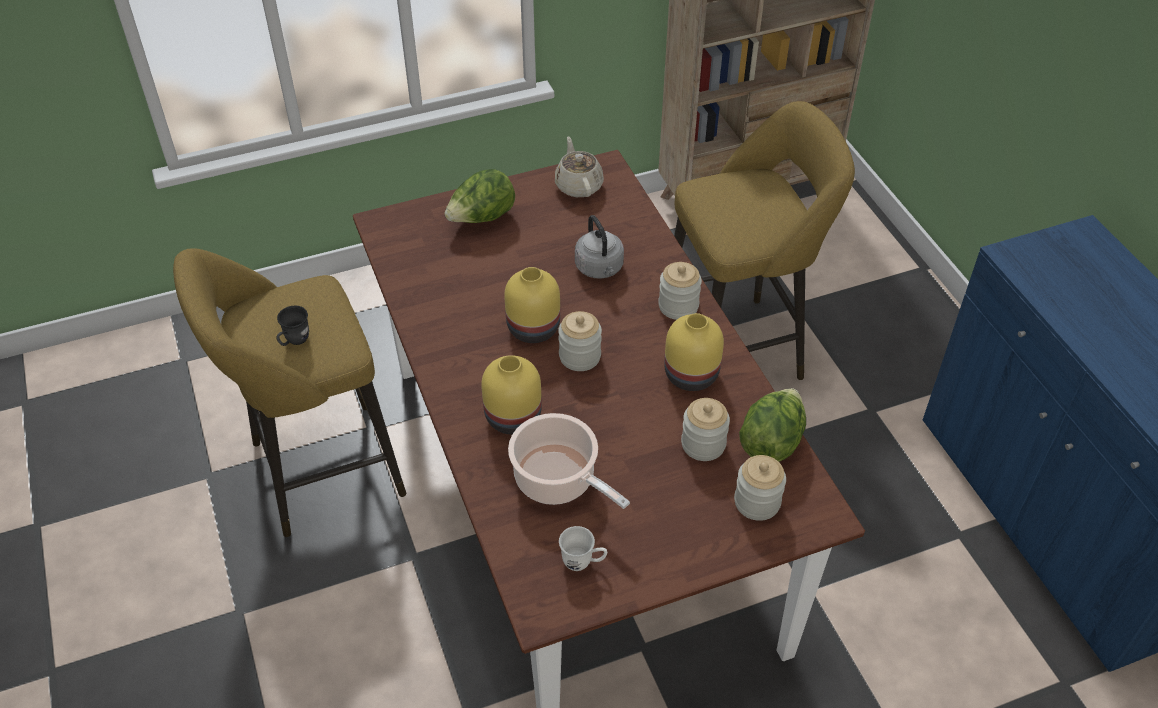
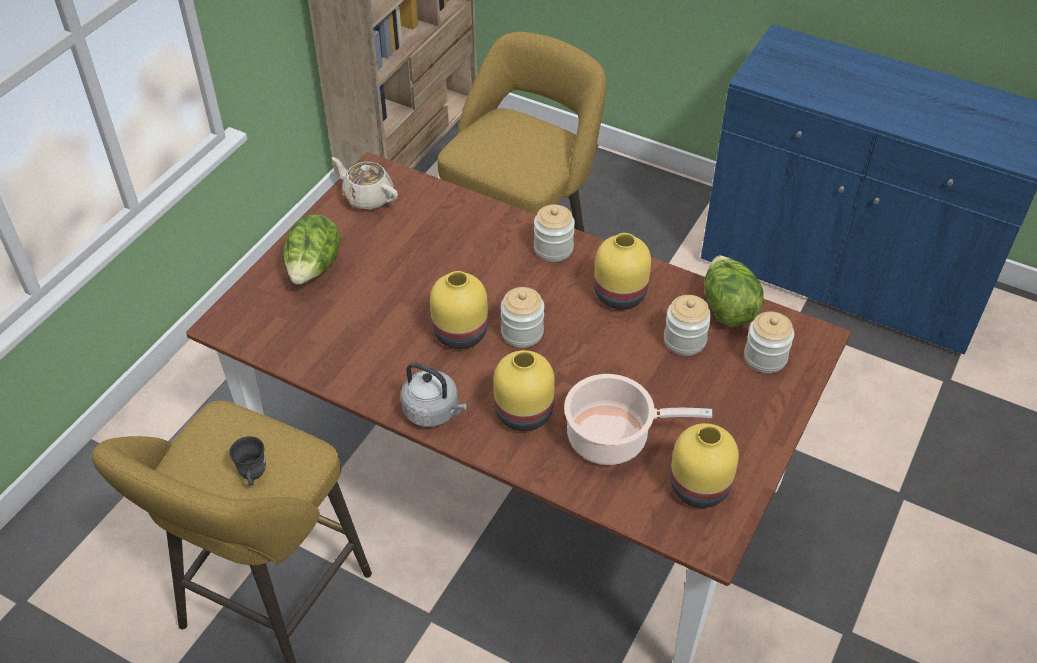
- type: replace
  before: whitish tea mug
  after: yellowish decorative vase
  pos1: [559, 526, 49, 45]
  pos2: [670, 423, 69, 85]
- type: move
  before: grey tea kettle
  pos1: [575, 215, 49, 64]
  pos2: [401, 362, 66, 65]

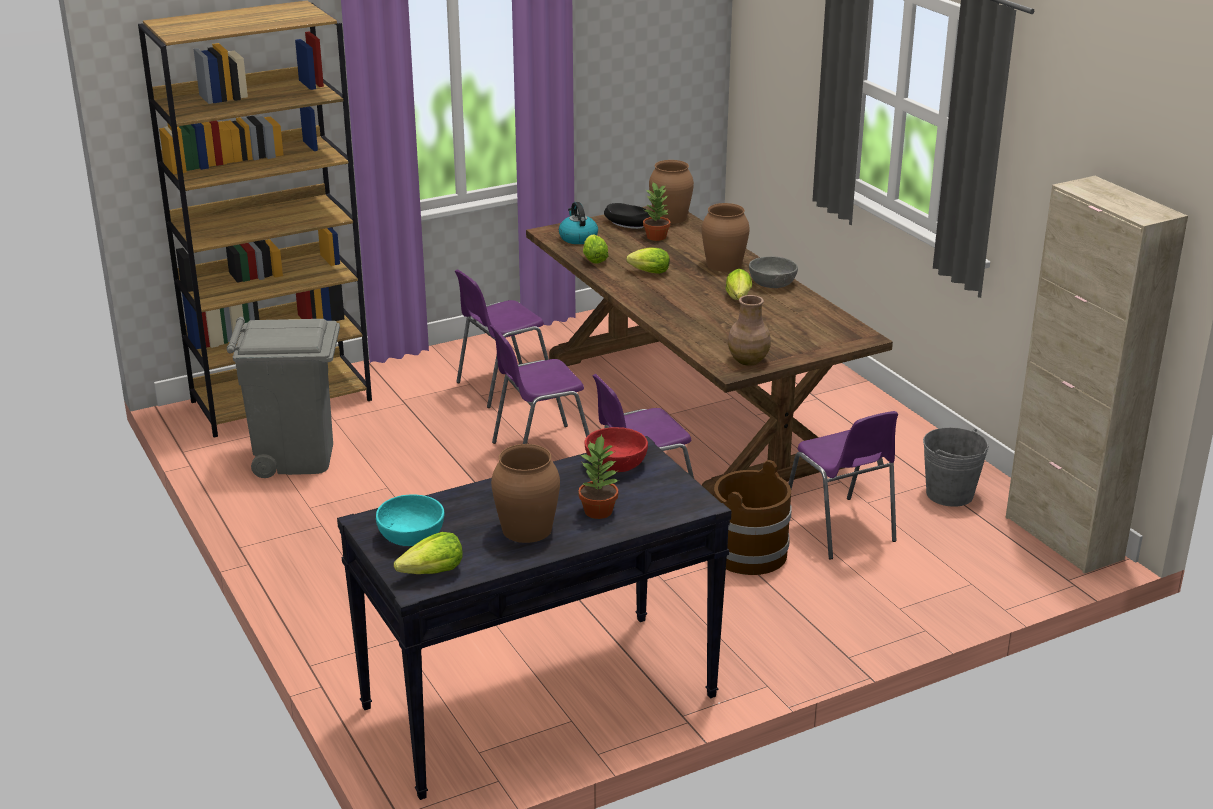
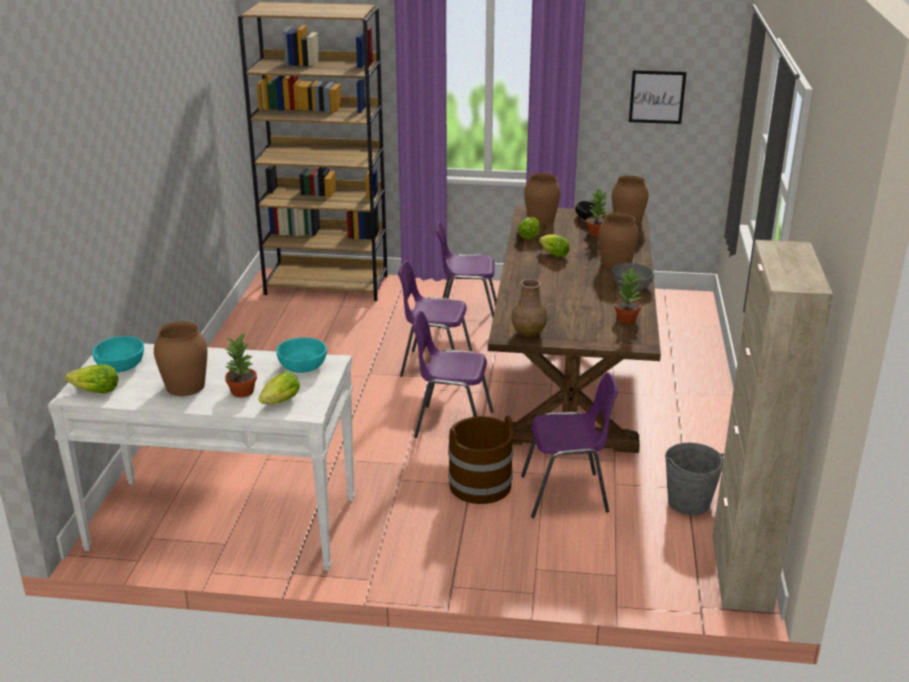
- type: delete
  before: grey waste bin
  pos1: [227, 317, 113, 161]
- type: recolor
  before: black console table
  after: whitish console table
  pos1: [337, 436, 394, 364]
  pos2: [48, 343, 307, 228]
- type: replace
  before: tea kettle
  after: brown decorative vase
  pos1: [559, 202, 39, 42]
  pos2: [524, 173, 37, 52]
- type: recolor
  before: red serving bowl
  after: turquoise-coloured serving bowl
  pos1: [585, 427, 63, 45]
  pos2: [276, 337, 51, 36]
- type: move
  before: head of lettuce
  pos1: [726, 269, 26, 31]
  pos2: [259, 372, 41, 32]
- type: rotate
  before: purple chair
  pos1: [788, 411, 110, 148]
  pos2: [521, 372, 97, 146]
  turn: -105
- type: insert
  after: plant in a pot
  pos2: [614, 267, 29, 56]
- type: insert
  after: wall art
  pos2: [629, 70, 58, 54]

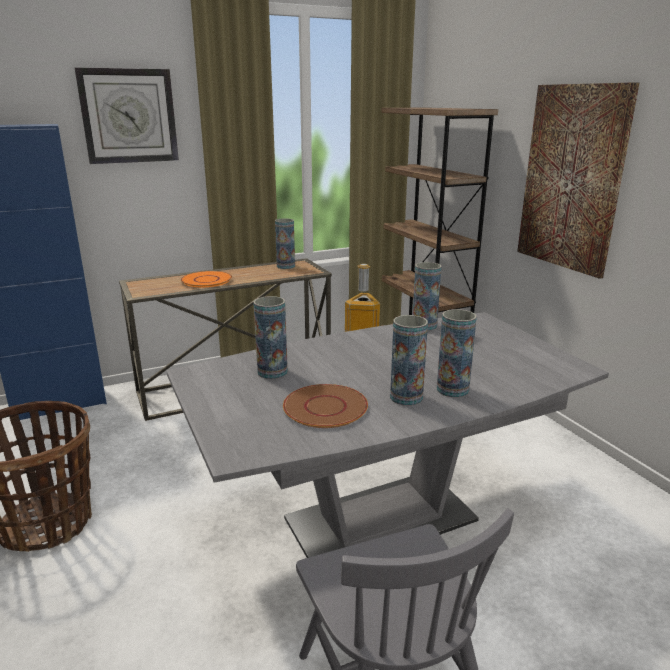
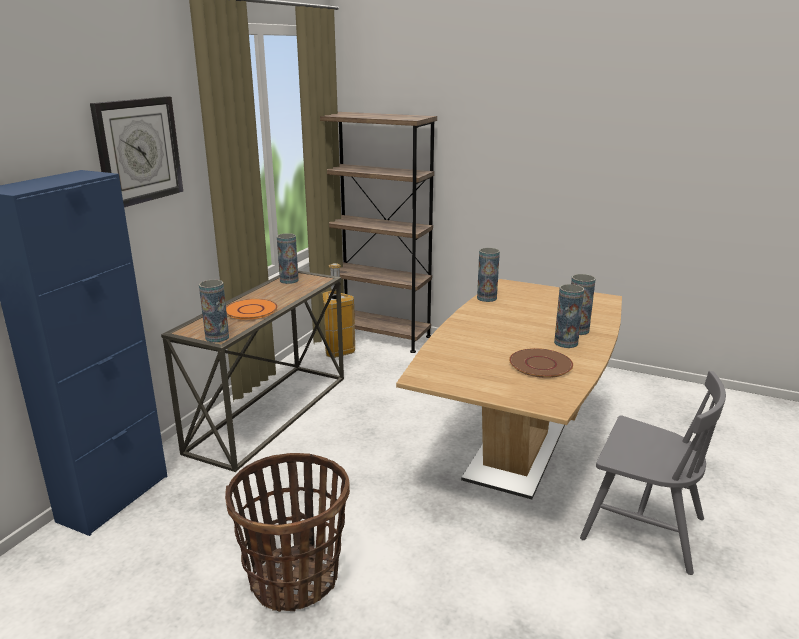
- type: recolor
  before: grey kitchen table
  after: brown kitchen table
  pos1: [166, 312, 443, 246]
  pos2: [396, 279, 226, 220]
- type: move
  before: decorative vase
  pos1: [253, 296, 35, 83]
  pos2: [199, 280, 30, 63]
- type: delete
  before: wall art
  pos1: [517, 82, 123, 197]

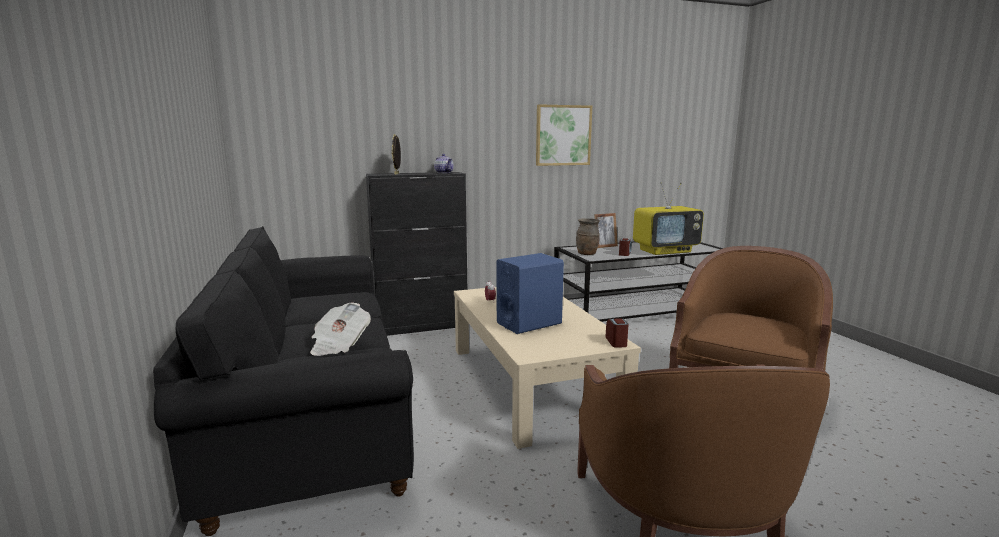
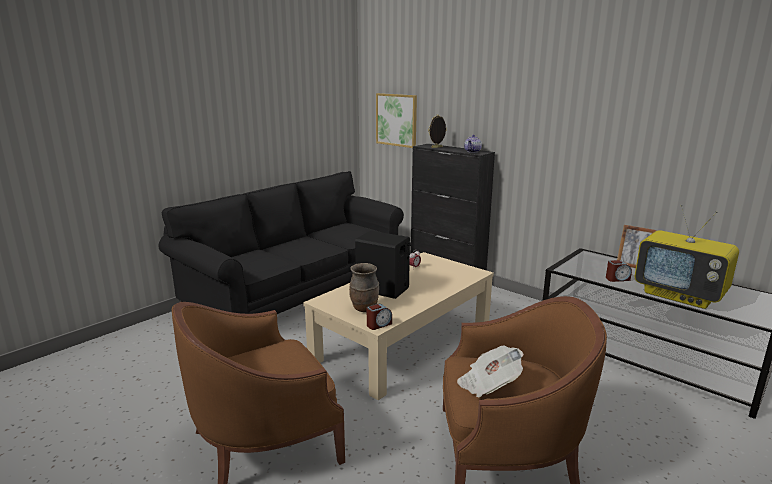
- type: move
  before: daily paper
  pos1: [310, 303, 61, 53]
  pos2: [457, 345, 67, 52]
- type: recolor
  before: blue-coloured speaker
  after: black speaker
  pos1: [496, 253, 68, 81]
  pos2: [355, 231, 56, 68]
- type: move
  before: wall art
  pos1: [536, 104, 56, 62]
  pos2: [376, 93, 41, 55]
- type: move
  before: brown decorative vase
  pos1: [576, 218, 24, 37]
  pos2: [349, 263, 30, 49]

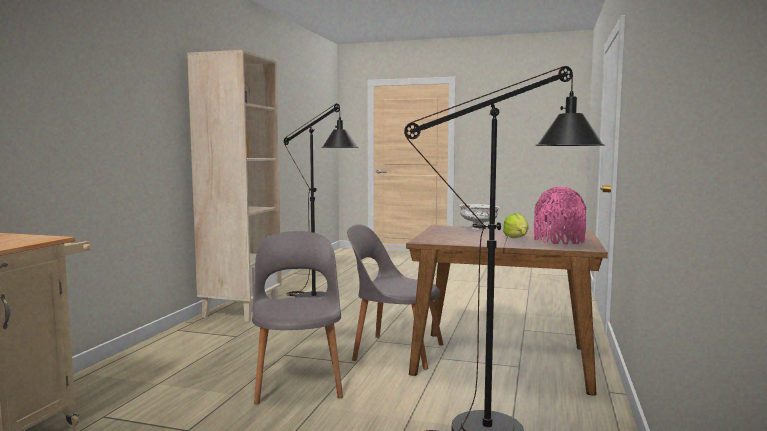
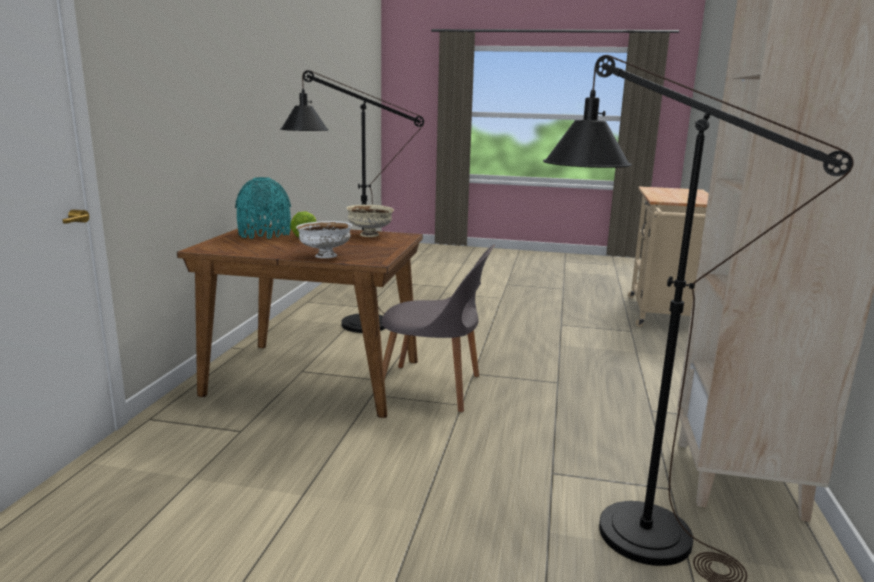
- type: delete
  before: grey chair
  pos1: [252, 231, 91, 174]
- type: recolor
  before: pink decorative vase
  after: turquoise-coloured decorative vase
  pos1: [534, 187, 52, 58]
  pos2: [235, 177, 56, 62]
- type: insert
  after: sand-coloured serving bowl
  pos2: [347, 205, 47, 32]

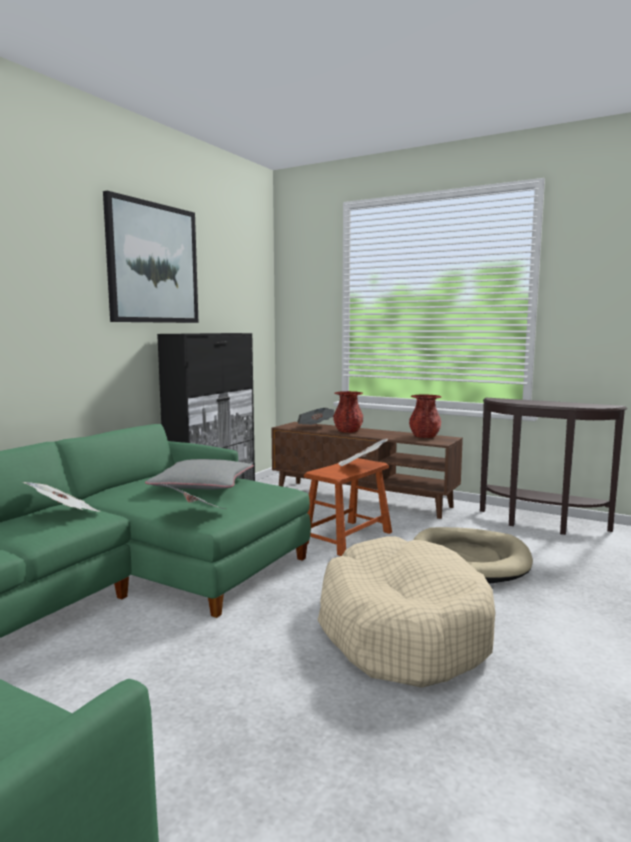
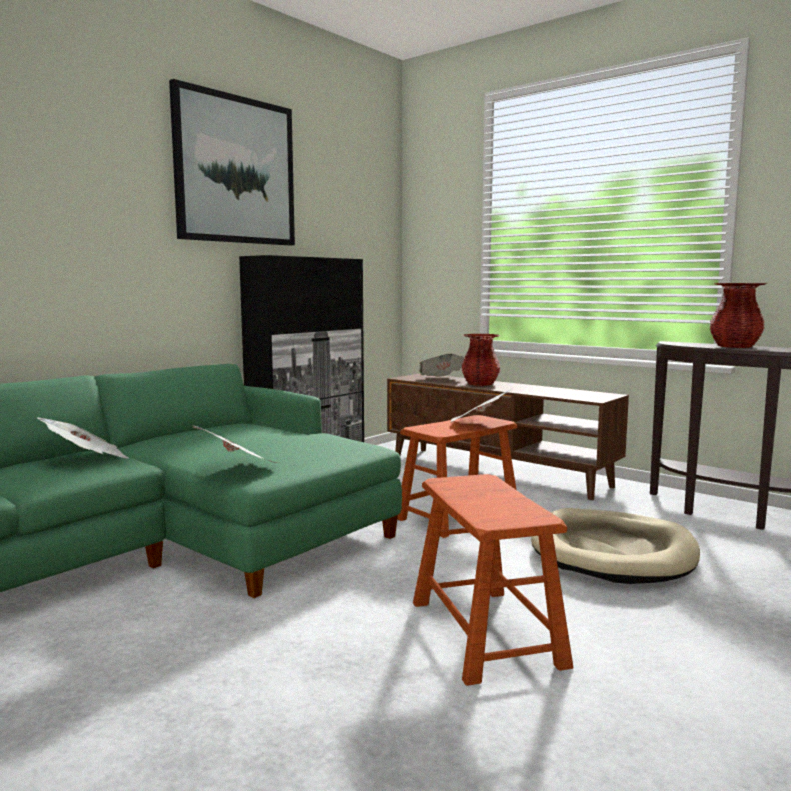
- type: delete
  before: grey throw pillow
  pos1: [145, 459, 109, 31]
- type: replace
  before: sand-coloured dog cushion
  after: brown sitting stool
  pos1: [318, 536, 177, 152]
  pos2: [413, 474, 161, 212]
- type: move
  before: red decorative vase
  pos1: [409, 395, 32, 43]
  pos2: [710, 283, 57, 65]

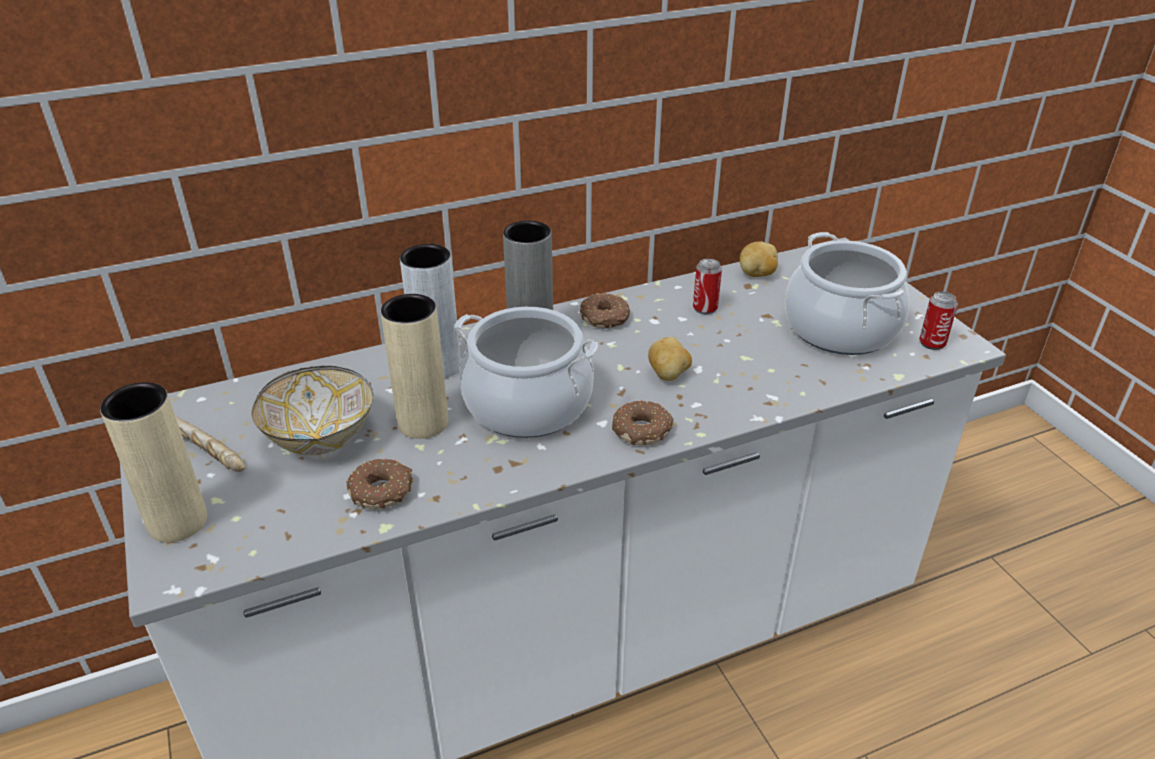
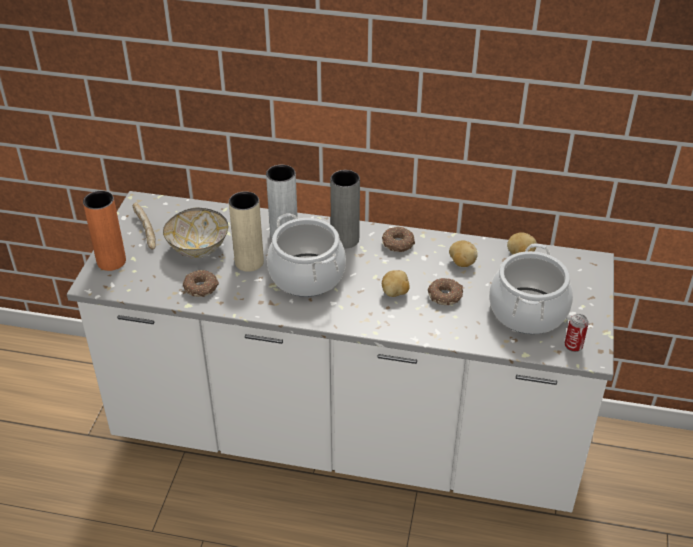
- type: recolor
  before: sand-coloured decorative vase
  after: orangey decorative vase
  pos1: [100, 382, 108, 161]
  pos2: [83, 191, 43, 80]
- type: move
  before: ring doughnut
  pos1: [612, 400, 61, 45]
  pos2: [428, 278, 35, 27]
- type: replace
  before: metal can
  after: potato
  pos1: [693, 259, 29, 55]
  pos2: [449, 240, 29, 27]

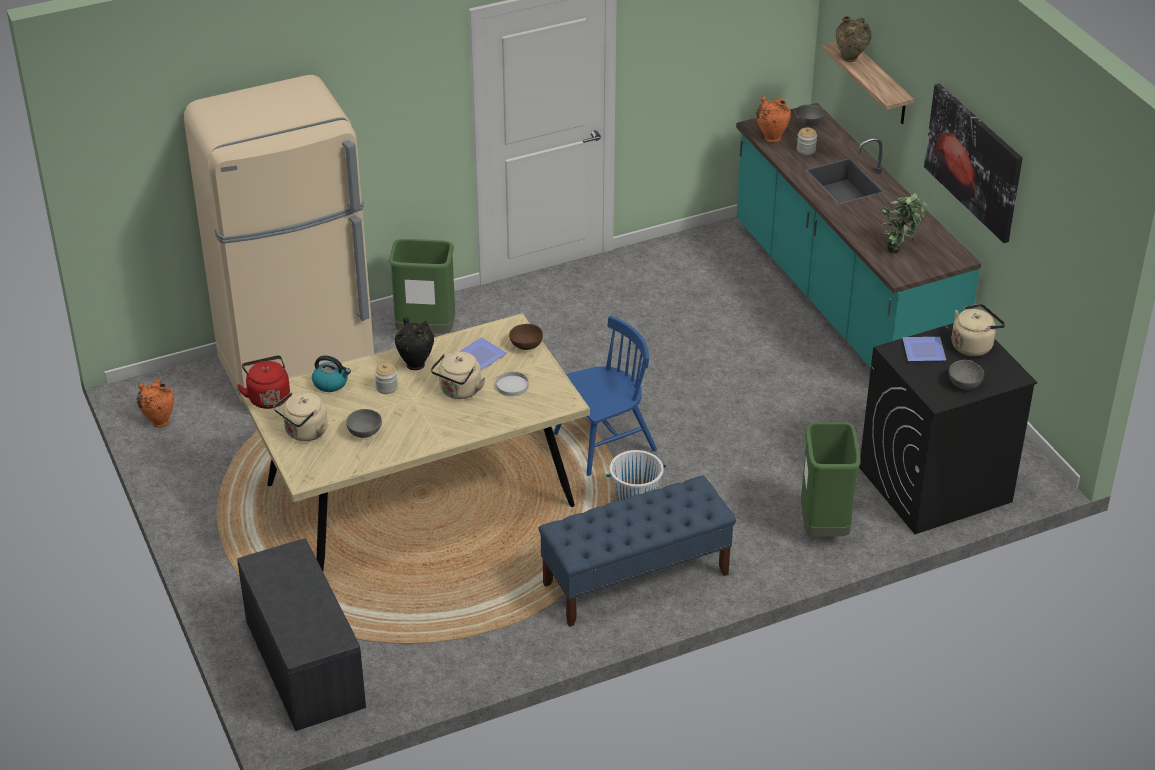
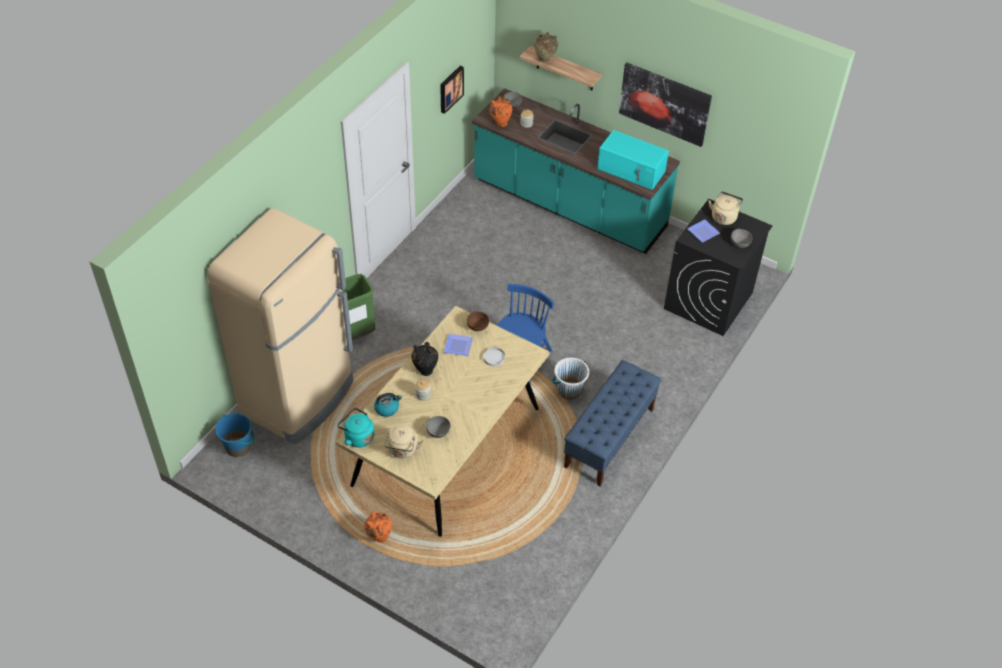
- type: move
  before: orangey decorative vase
  pos1: [136, 379, 38, 48]
  pos2: [364, 511, 28, 32]
- type: recolor
  before: red tea kettle
  after: turquoise-coloured tea kettle
  pos1: [237, 356, 53, 53]
  pos2: [337, 408, 37, 40]
- type: delete
  before: grey bench
  pos1: [237, 539, 129, 192]
- type: delete
  before: sand-coloured tea kettle
  pos1: [431, 352, 55, 47]
- type: delete
  before: green-coloured waste bin
  pos1: [801, 422, 60, 114]
- type: replace
  before: plant in a pot
  after: turquoise-coloured microwave oven
  pos1: [882, 193, 46, 61]
  pos2: [597, 130, 72, 60]
- type: insert
  after: blue-coloured water bucket
  pos2: [215, 413, 39, 44]
- type: insert
  after: wall art
  pos2: [440, 66, 24, 48]

